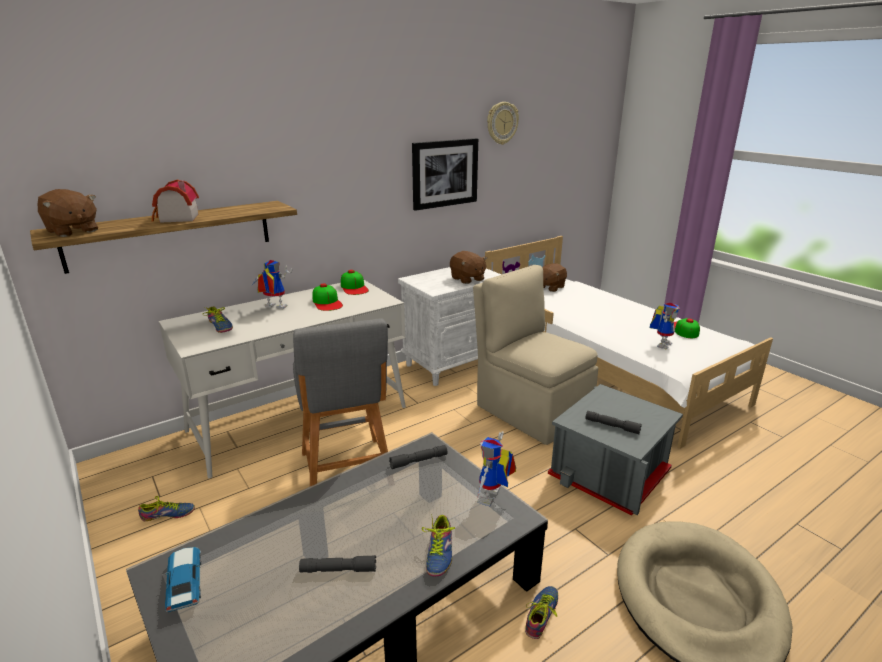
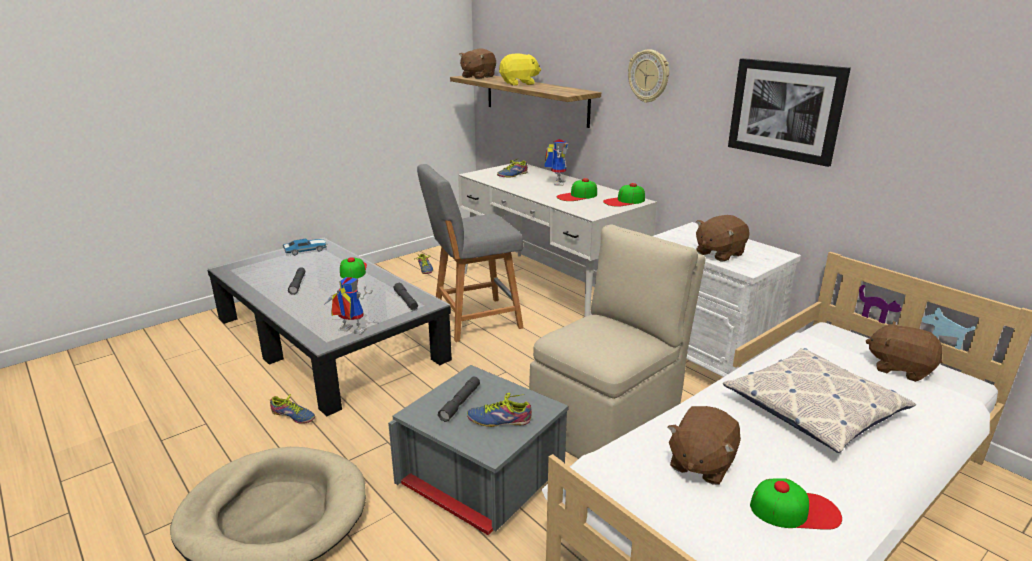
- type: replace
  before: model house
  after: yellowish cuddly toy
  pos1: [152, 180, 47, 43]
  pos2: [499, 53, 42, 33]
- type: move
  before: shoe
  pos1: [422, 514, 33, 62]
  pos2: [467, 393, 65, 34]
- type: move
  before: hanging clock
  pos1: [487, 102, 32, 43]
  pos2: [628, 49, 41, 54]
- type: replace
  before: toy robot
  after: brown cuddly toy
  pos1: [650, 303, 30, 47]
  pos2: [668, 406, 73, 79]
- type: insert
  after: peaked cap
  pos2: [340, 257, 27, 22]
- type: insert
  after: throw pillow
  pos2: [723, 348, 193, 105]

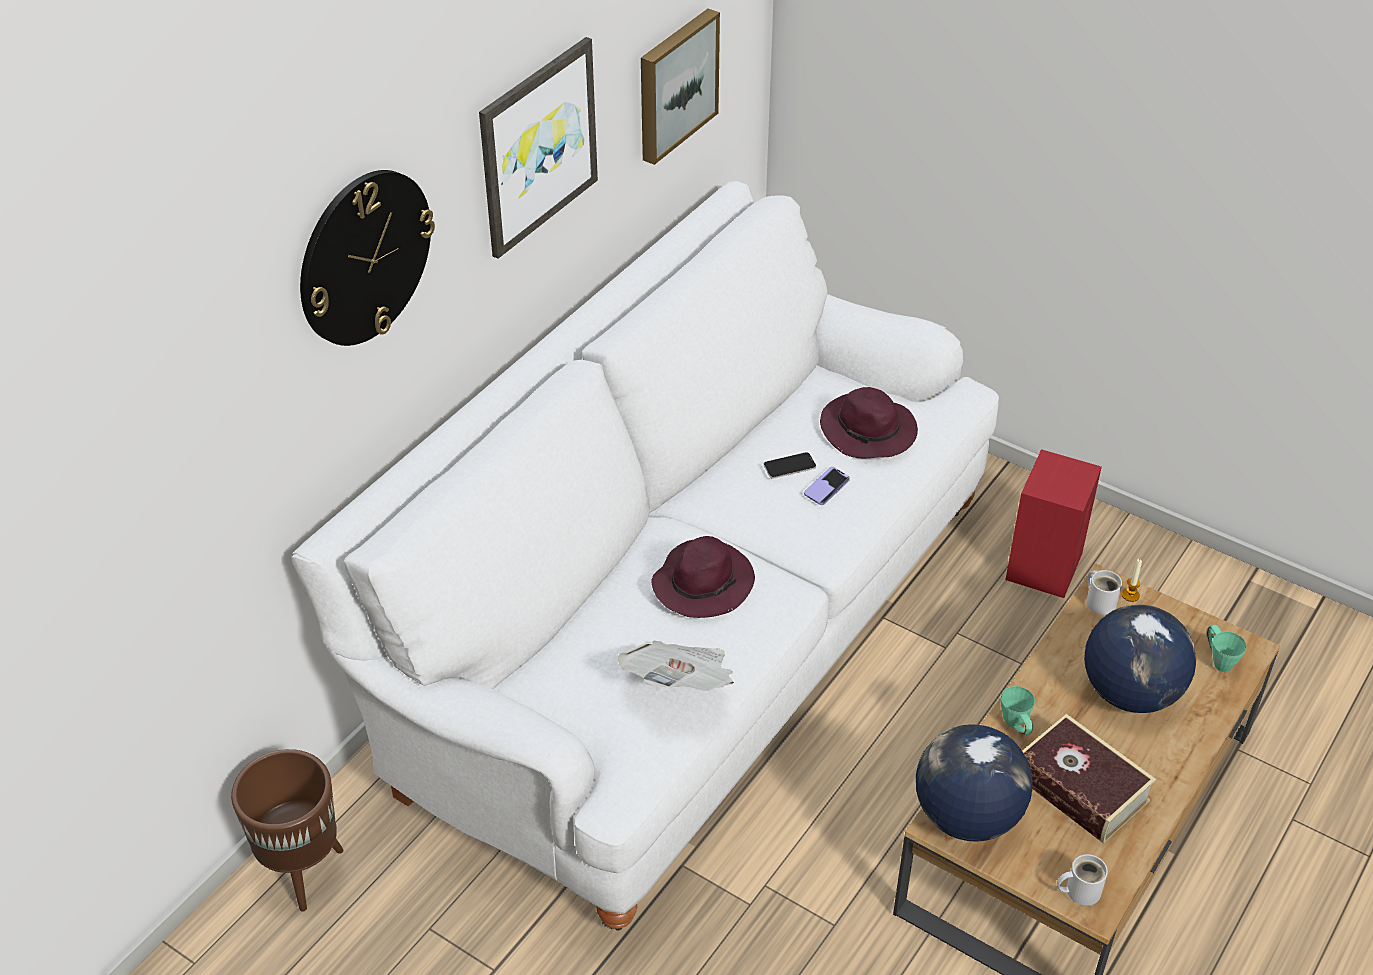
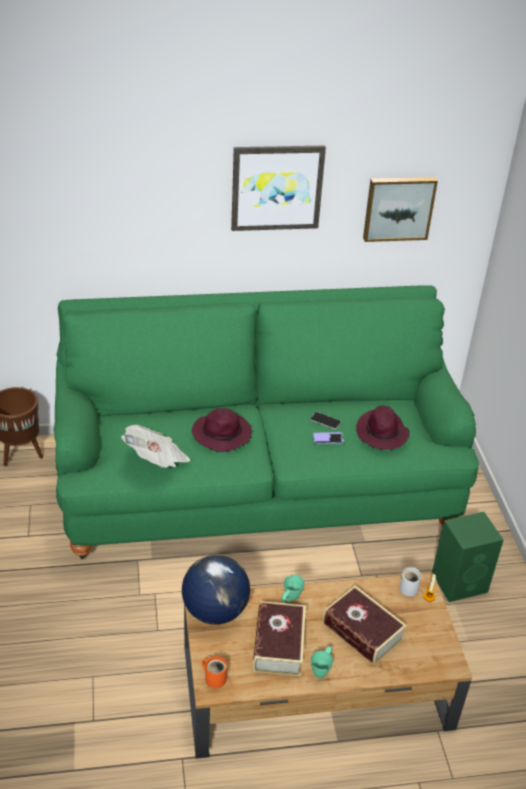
- type: recolor
  before: whitish settee
  after: green-coloured settee
  pos1: [291, 181, 708, 750]
  pos2: [54, 285, 425, 274]
- type: delete
  before: hanging clock
  pos1: [300, 170, 135, 176]
- type: recolor
  before: red speaker
  after: green-coloured speaker
  pos1: [1005, 449, 97, 149]
  pos2: [432, 512, 72, 90]
- type: recolor
  before: whitish tea mug
  after: orangey tea mug
  pos1: [1057, 854, 51, 52]
  pos2: [202, 656, 25, 32]
- type: replace
  before: globe
  after: book
  pos1: [1084, 604, 112, 109]
  pos2: [323, 586, 84, 79]
- type: move
  before: green-coloured tea mug
  pos1: [1207, 625, 39, 47]
  pos2: [311, 646, 22, 32]

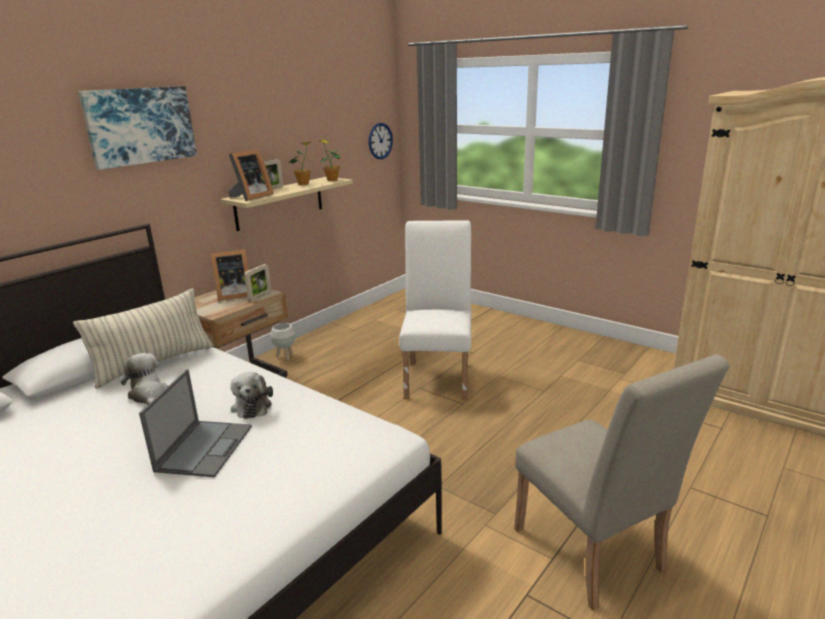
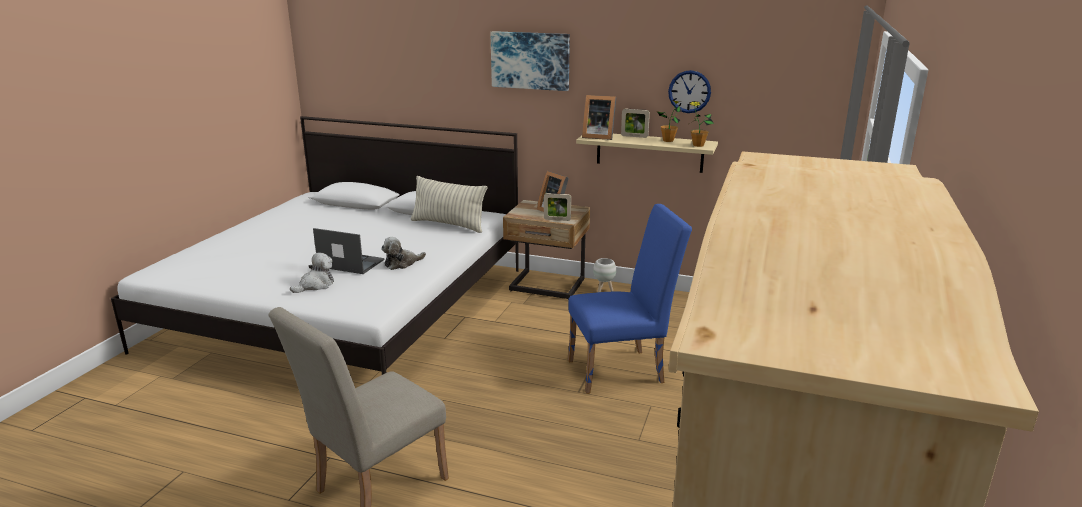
- type: move
  before: cuddly toy
  pos1: [121, 353, 47, 52]
  pos2: [290, 252, 44, 41]
- type: rotate
  before: portable computer
  pos1: [139, 369, 113, 108]
  pos2: [313, 228, 71, 46]
  turn: -150
- type: move
  before: hanging clock
  pos1: [369, 123, 24, 36]
  pos2: [668, 70, 43, 43]
- type: recolor
  before: whitish chair
  after: blue-coloured chair
  pos1: [399, 220, 72, 180]
  pos2: [568, 204, 124, 190]

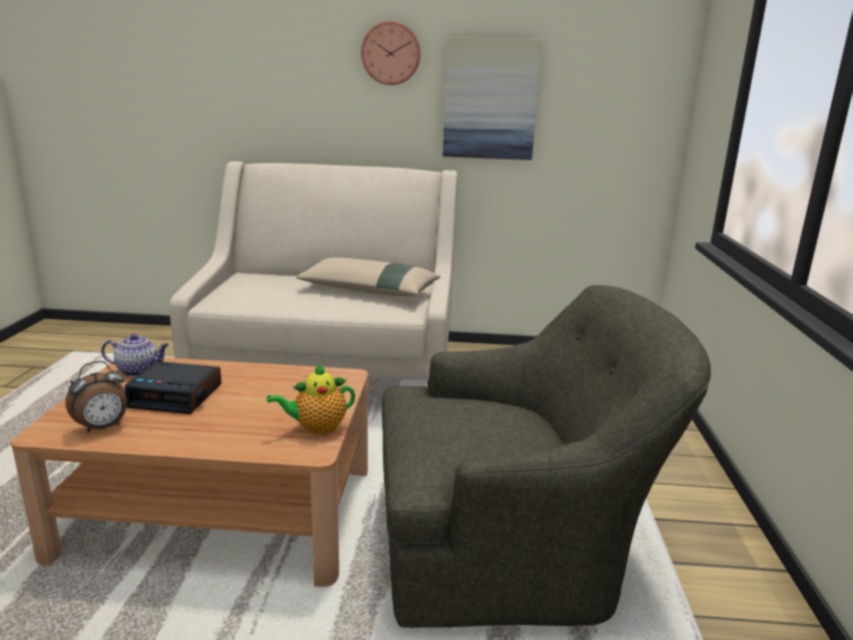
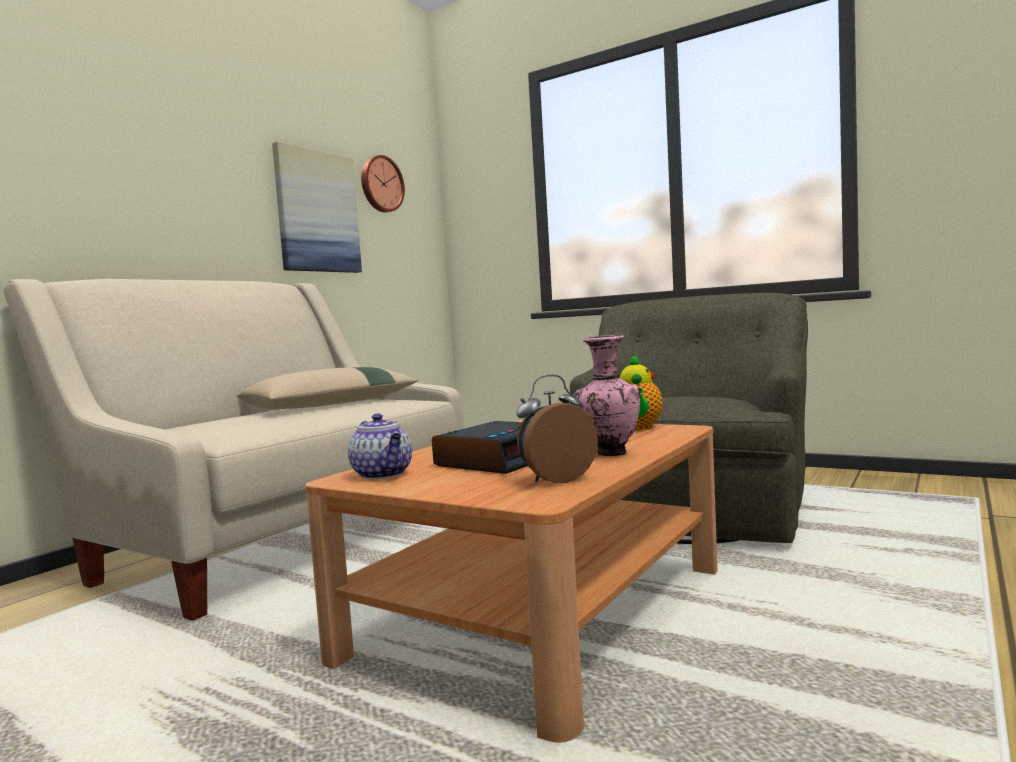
- type: rotate
  before: bedside clock
  pos1: [65, 361, 62, 72]
  pos2: [516, 374, 82, 109]
  turn: -105
- type: rotate
  before: teapot
  pos1: [101, 334, 68, 42]
  pos2: [348, 413, 64, 66]
  turn: 120
- type: move
  before: hanging clock
  pos1: [361, 21, 60, 64]
  pos2: [361, 155, 44, 57]
- type: insert
  after: pink decorative vase
  pos2: [576, 335, 64, 121]

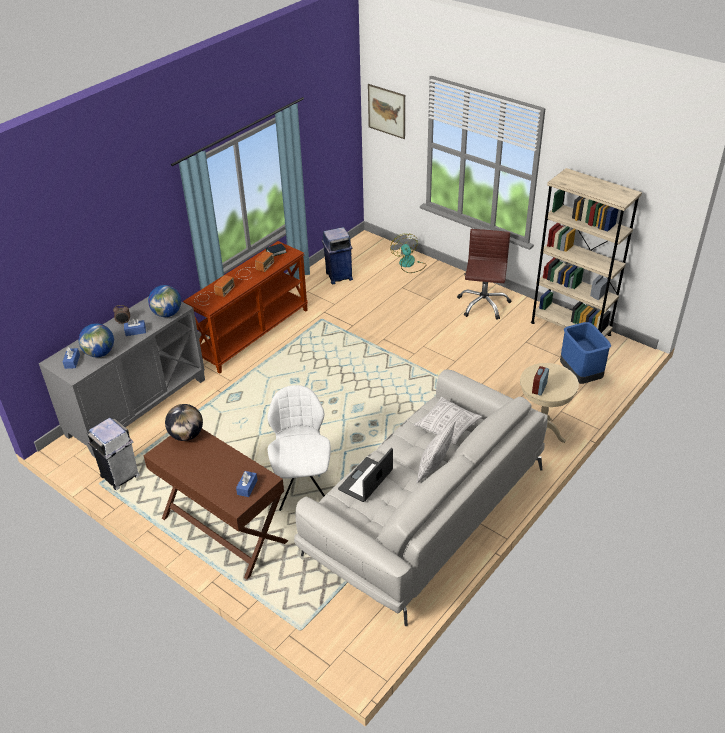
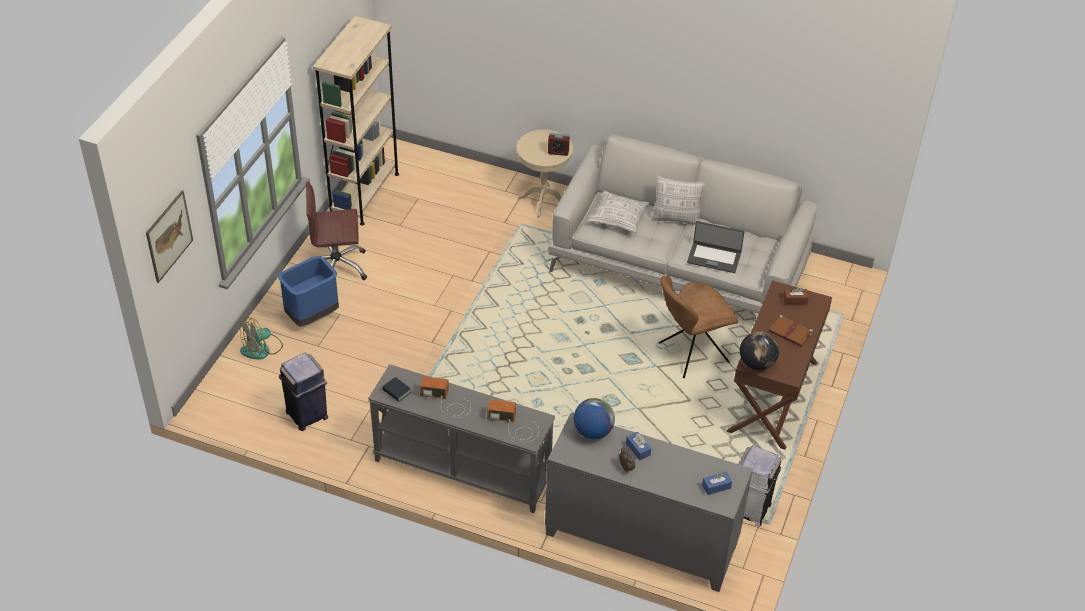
- type: delete
  before: globe
  pos1: [79, 323, 35, 34]
- type: recolor
  before: brown console table
  after: grey console table
  pos1: [183, 241, 125, 133]
  pos2: [368, 364, 187, 149]
- type: recolor
  before: blue-coloured tissue holder
  after: brown tissue holder
  pos1: [236, 471, 21, 26]
  pos2: [783, 287, 26, 17]
- type: recolor
  before: whitish chair
  after: brown chair
  pos1: [267, 385, 64, 126]
  pos2: [659, 276, 79, 102]
- type: move
  before: blue-coloured waste bin
  pos1: [560, 322, 51, 62]
  pos2: [278, 256, 61, 71]
- type: insert
  after: brown book
  pos2: [769, 315, 44, 32]

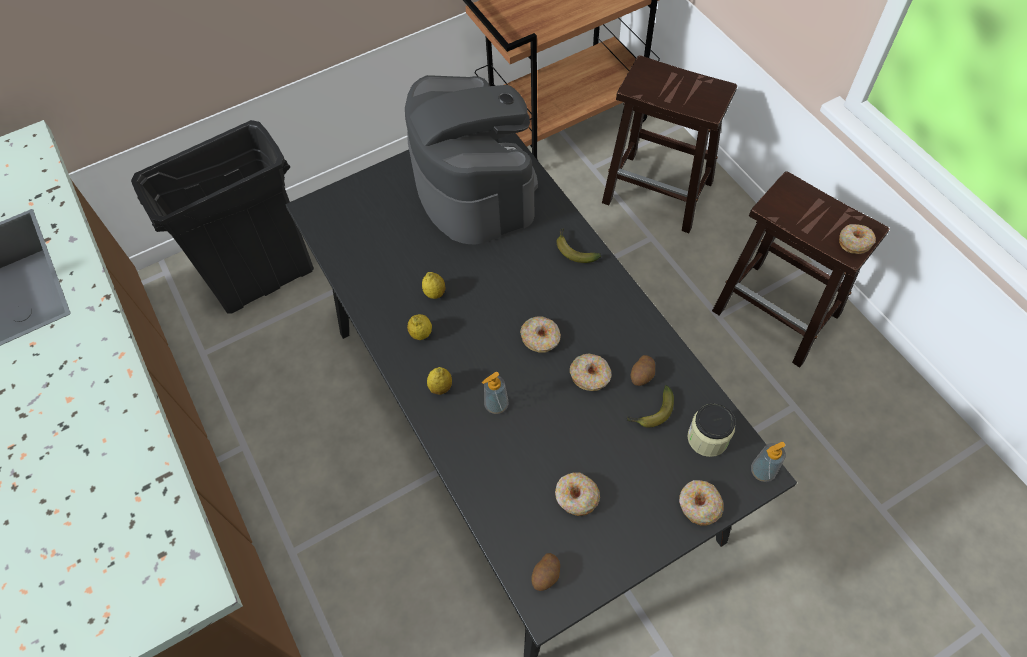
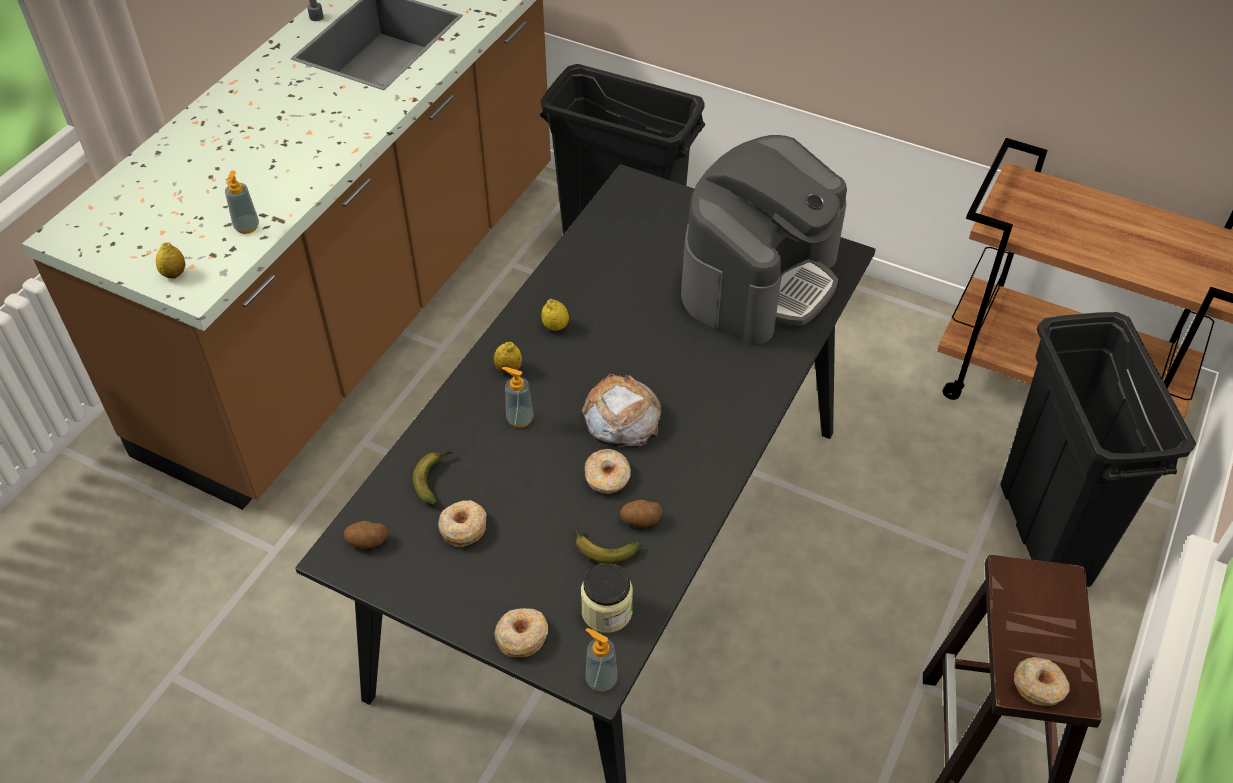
- type: move
  before: lemon
  pos1: [422, 272, 24, 27]
  pos2: [156, 242, 29, 37]
- type: replace
  before: ring doughnut
  after: baked bread
  pos1: [520, 316, 41, 37]
  pos2: [582, 374, 79, 74]
- type: move
  before: whole banana
  pos1: [557, 228, 44, 35]
  pos2: [413, 449, 39, 57]
- type: replace
  before: brown sitting stool
  after: black waste bin
  pos1: [602, 55, 135, 178]
  pos2: [1000, 312, 196, 275]
- type: insert
  after: soap dispenser
  pos2: [225, 170, 34, 64]

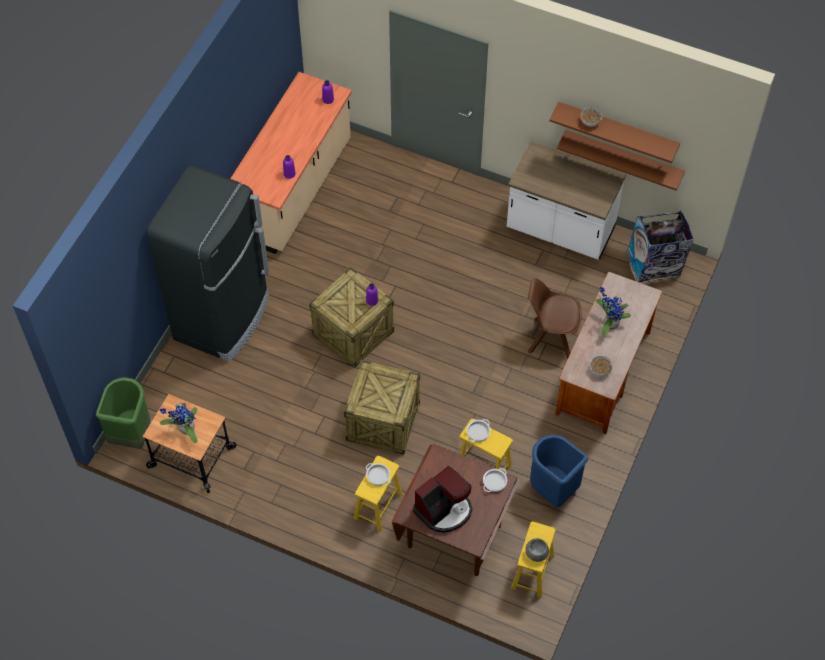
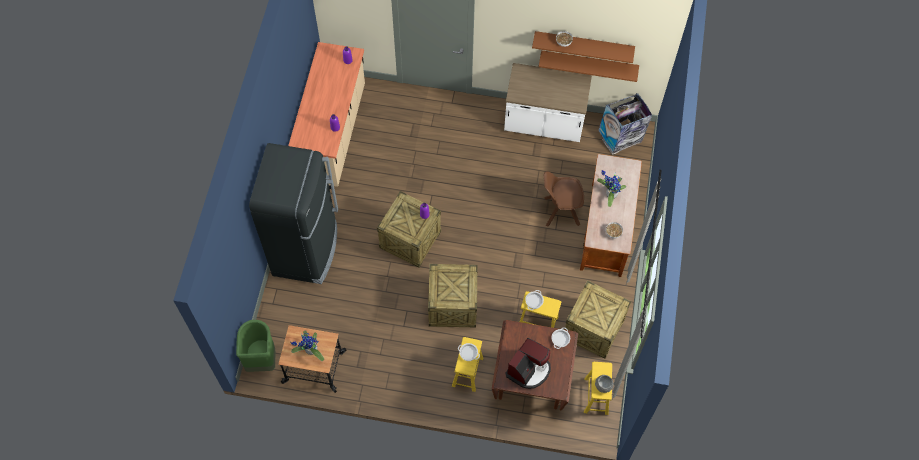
- type: replace
  before: blue-coloured waste bin
  after: crate
  pos1: [530, 435, 58, 73]
  pos2: [565, 280, 67, 79]

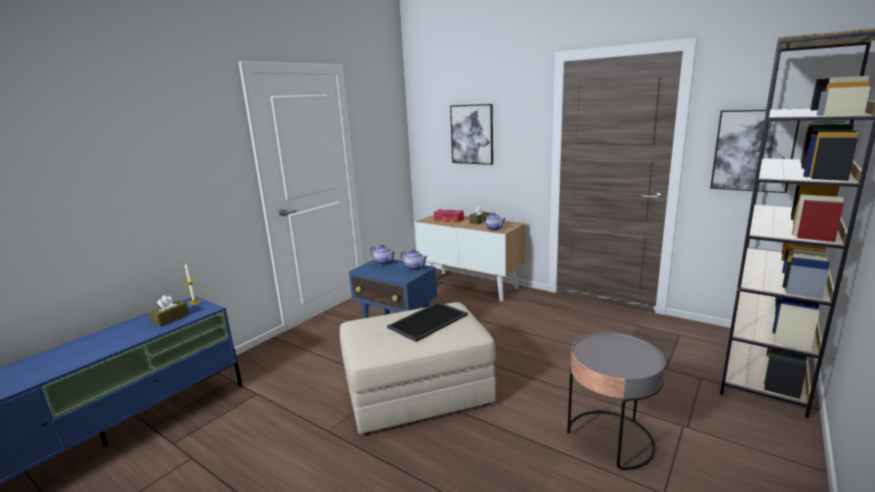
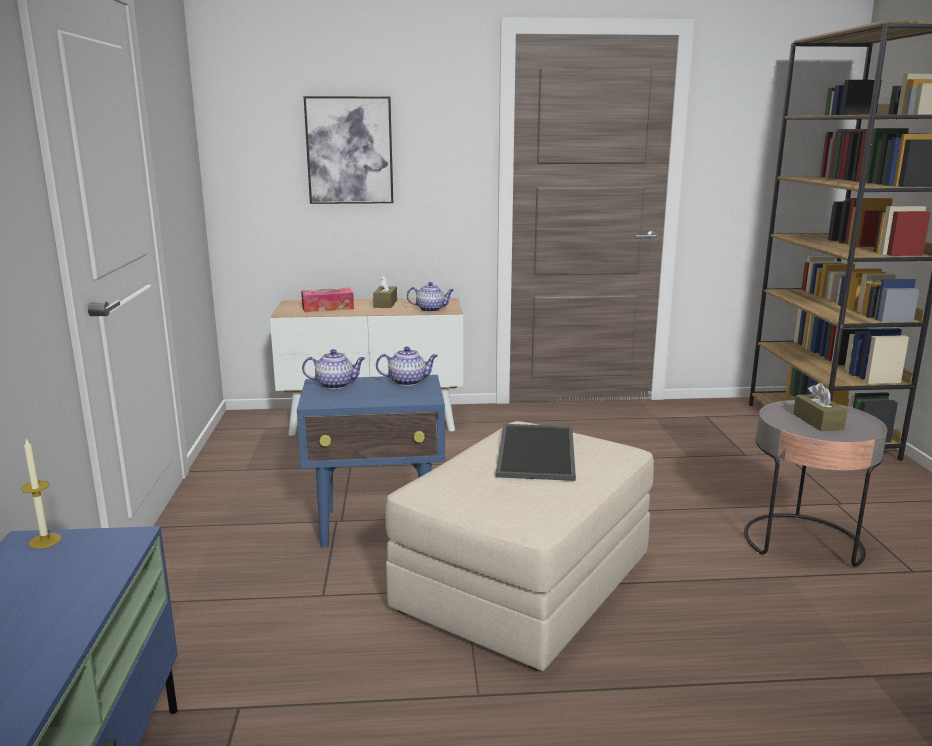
- type: move
  before: brown tissue holder
  pos1: [148, 295, 41, 32]
  pos2: [793, 382, 55, 49]
- type: delete
  before: wall art
  pos1: [710, 109, 90, 84]

